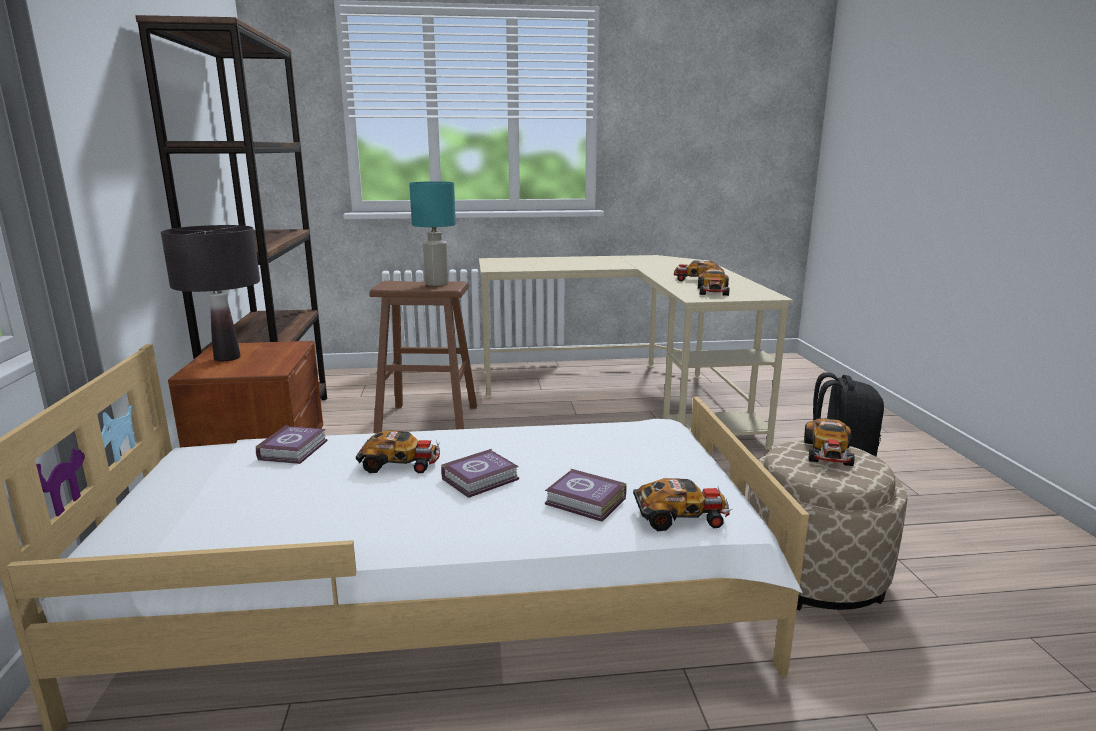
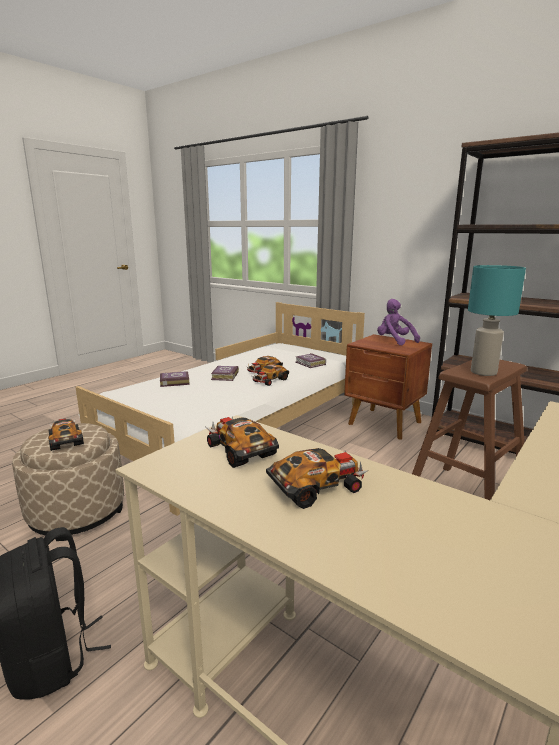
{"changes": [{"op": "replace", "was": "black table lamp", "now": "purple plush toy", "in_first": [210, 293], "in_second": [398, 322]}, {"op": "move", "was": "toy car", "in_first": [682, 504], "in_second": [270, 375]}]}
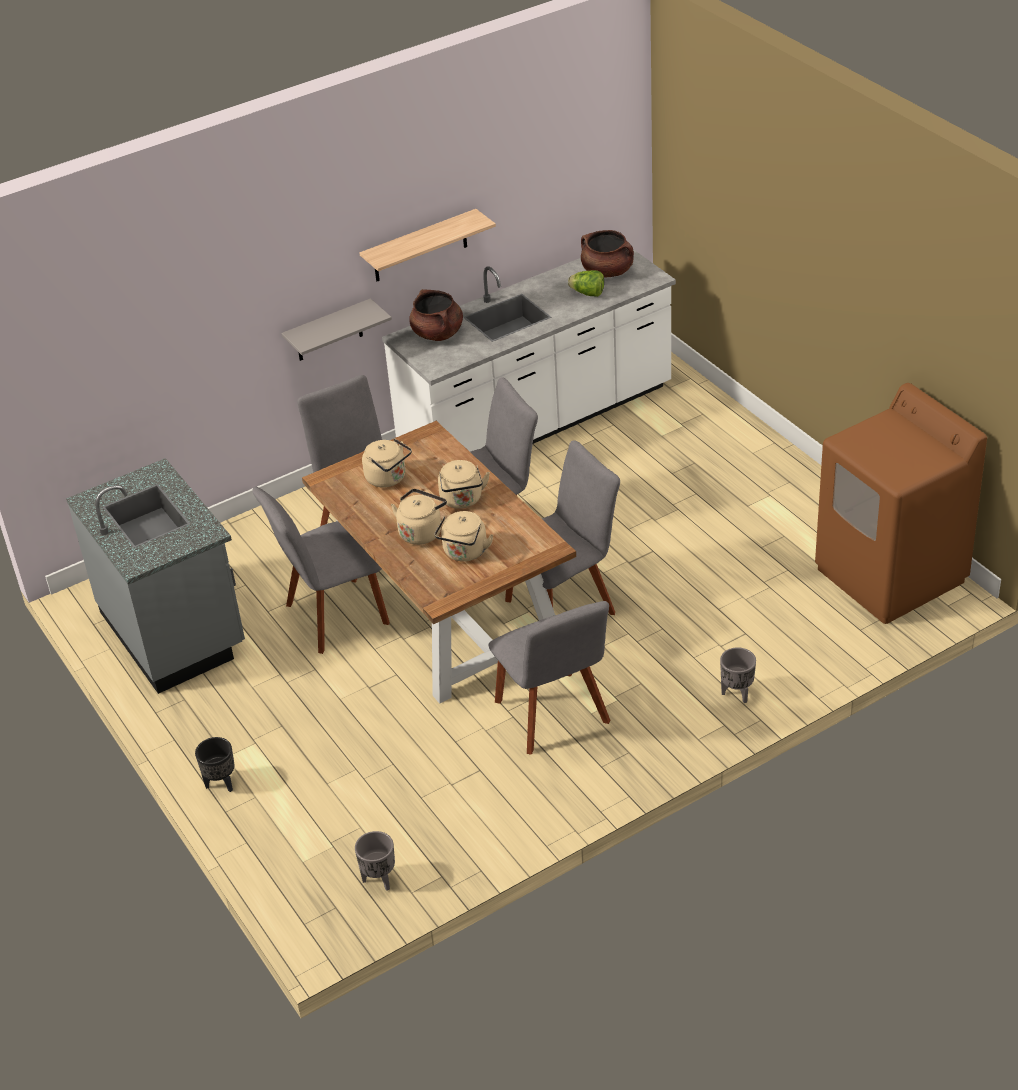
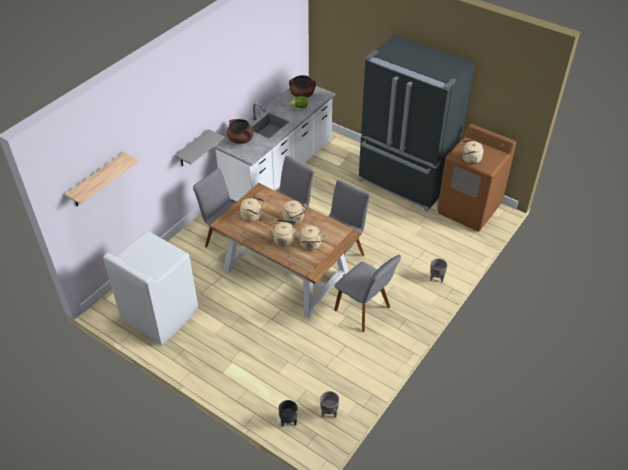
{"changes": [{"op": "replace", "was": "grey counter", "now": "white washing machine", "in_first": [155, 576], "in_second": [150, 288]}, {"op": "move", "was": "black planter", "in_first": [214, 764], "in_second": [288, 413]}, {"op": "delete", "was": "grey chair", "in_first": [321, 570]}, {"op": "move", "was": "shelf", "in_first": [427, 245], "in_second": [102, 179]}, {"op": "insert", "now": "black fridge", "in_second": [416, 122]}, {"op": "insert", "now": "beige kettle", "in_second": [472, 151]}]}
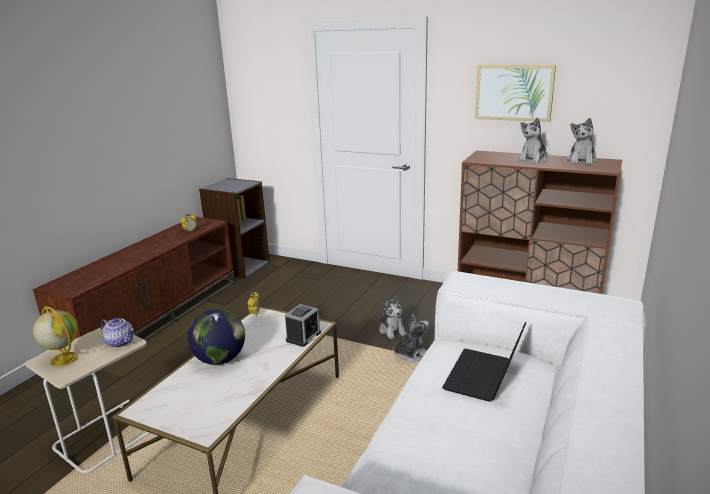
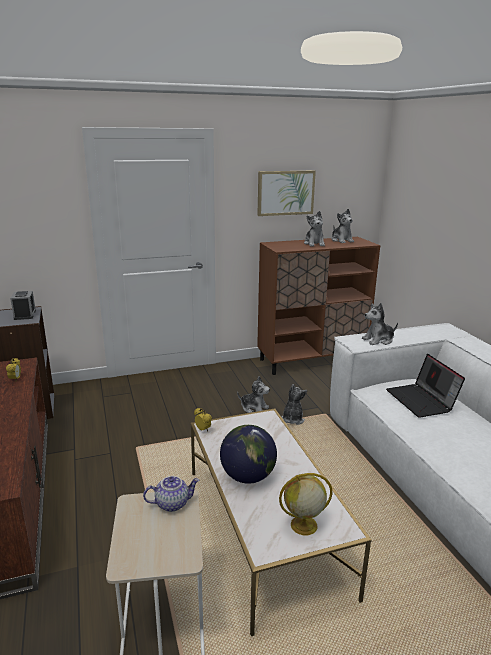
{"changes": [{"op": "move", "was": "globe", "in_first": [55, 336], "in_second": [305, 504]}, {"op": "move", "was": "alarm clock", "in_first": [303, 325], "in_second": [23, 305]}, {"op": "insert", "now": "plush toy", "in_second": [380, 324]}]}
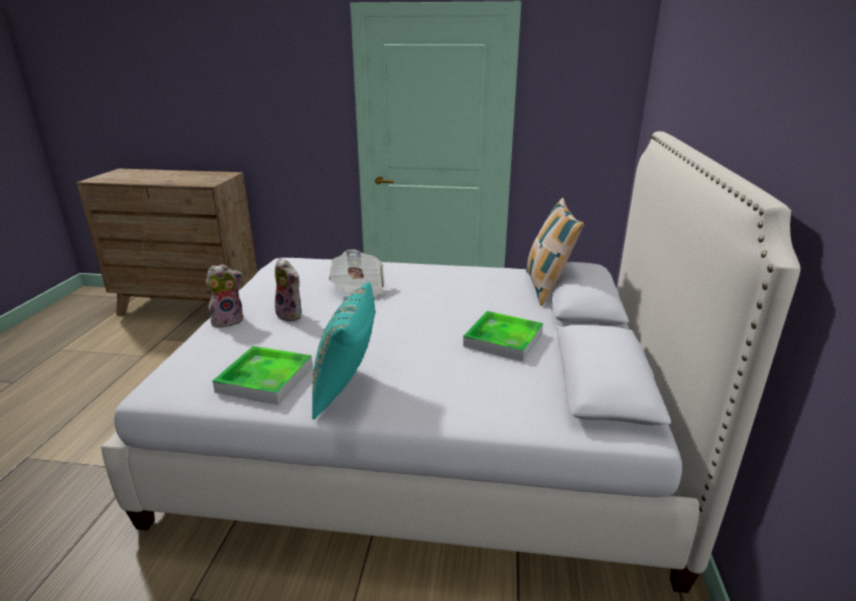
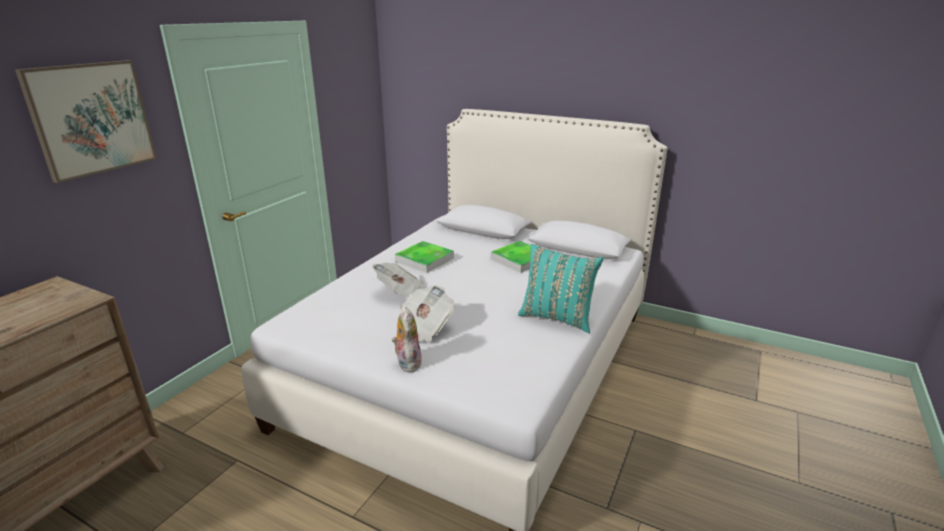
{"changes": [{"op": "move", "was": "tray", "in_first": [263, 375], "in_second": [424, 257]}, {"op": "replace", "was": "plush toy", "now": "newspaper", "in_first": [288, 289], "in_second": [425, 314]}, {"op": "delete", "was": "pillow", "in_first": [555, 252]}, {"op": "insert", "now": "picture", "in_second": [86, 121]}]}
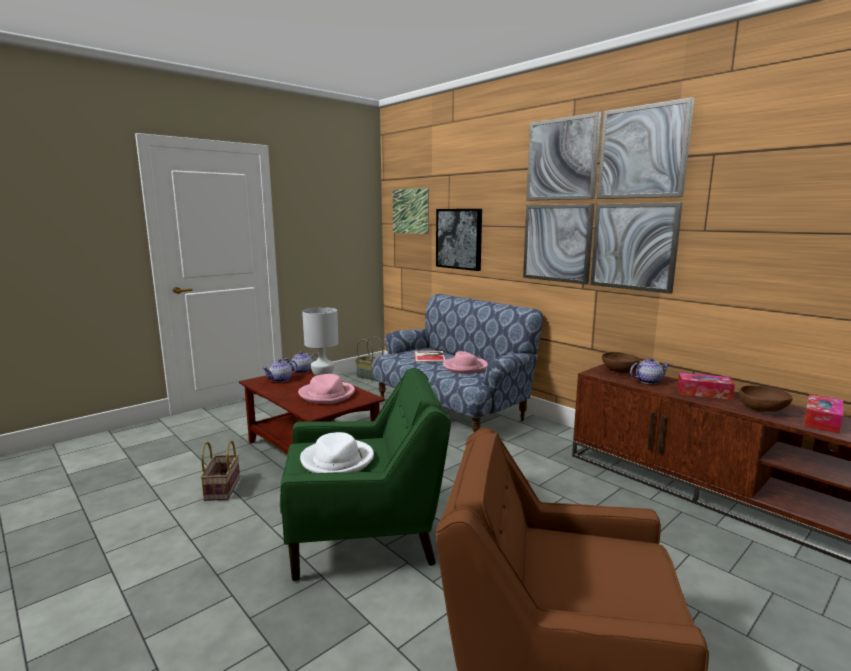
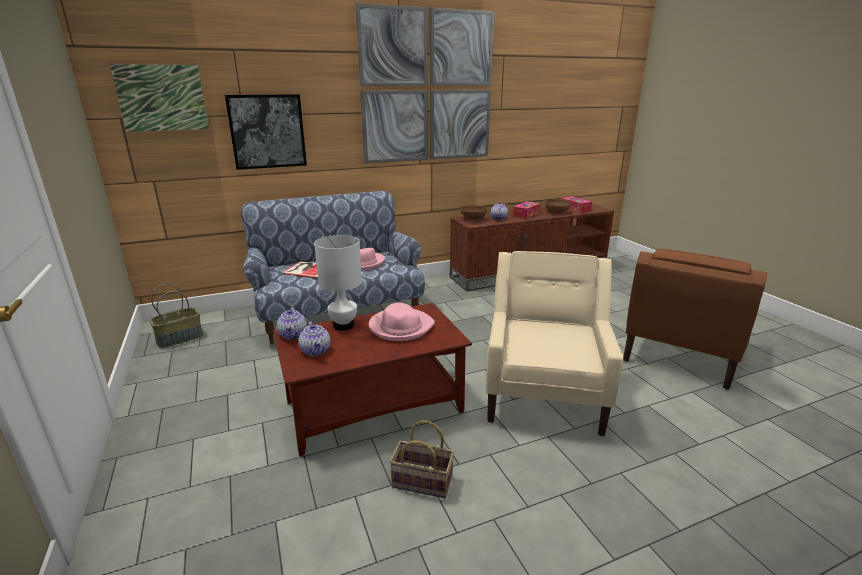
{"changes": [{"op": "recolor", "was": "green armchair", "now": "beige armchair", "in_first": [365, 474], "in_second": [554, 343]}, {"op": "delete", "was": "white hat", "in_first": [337, 452]}]}
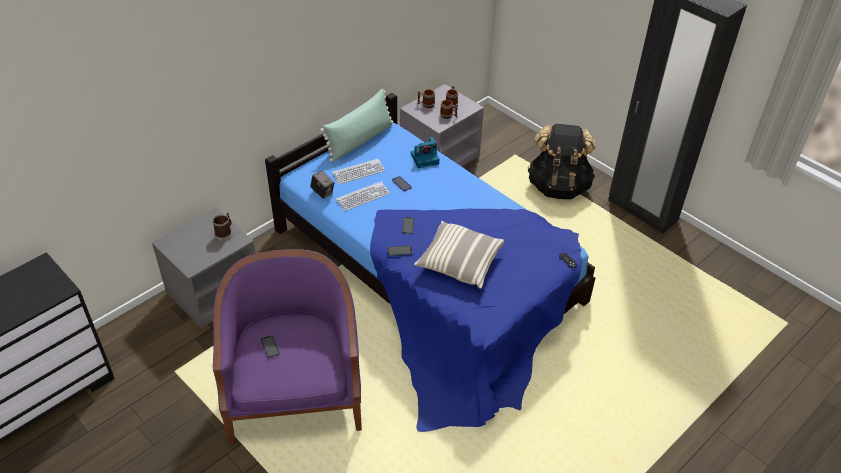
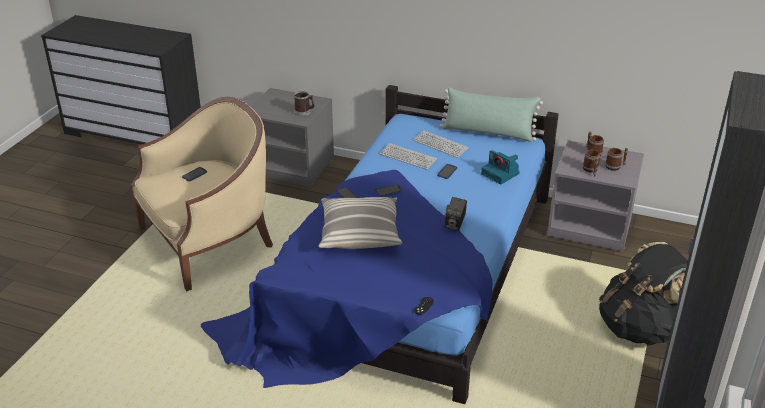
{"changes": [{"op": "recolor", "was": "purple armchair", "now": "beige armchair", "in_first": [287, 346], "in_second": [202, 194]}, {"op": "move", "was": "photo camera", "in_first": [322, 184], "in_second": [456, 214]}]}
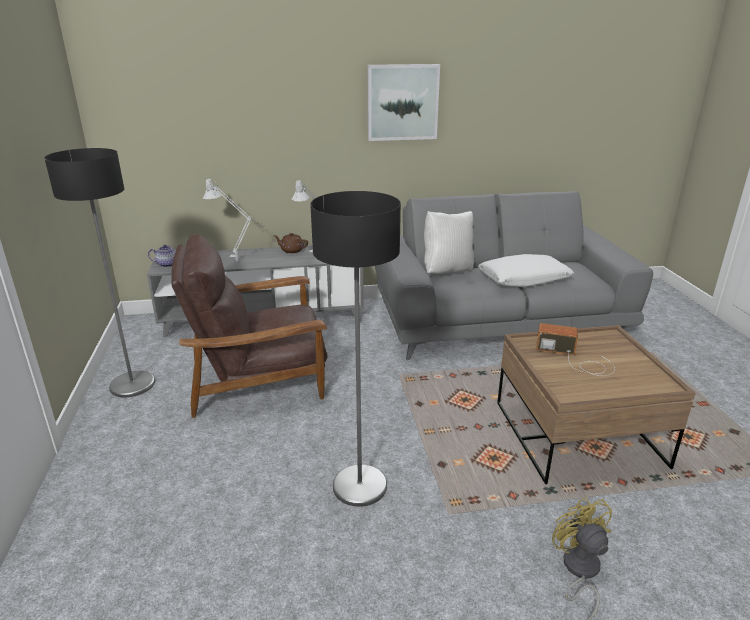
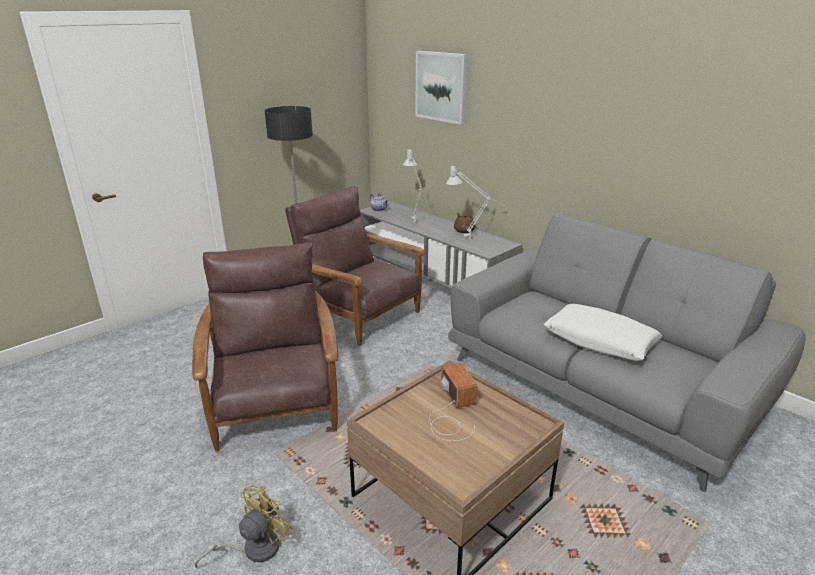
{"changes": [{"op": "replace", "was": "floor lamp", "now": "brown armchair", "in_first": [355, 349], "in_second": [265, 346]}, {"op": "move", "was": "picture", "in_first": [404, 102], "in_second": [441, 88]}, {"op": "delete", "was": "white pillow", "in_first": [449, 242]}]}
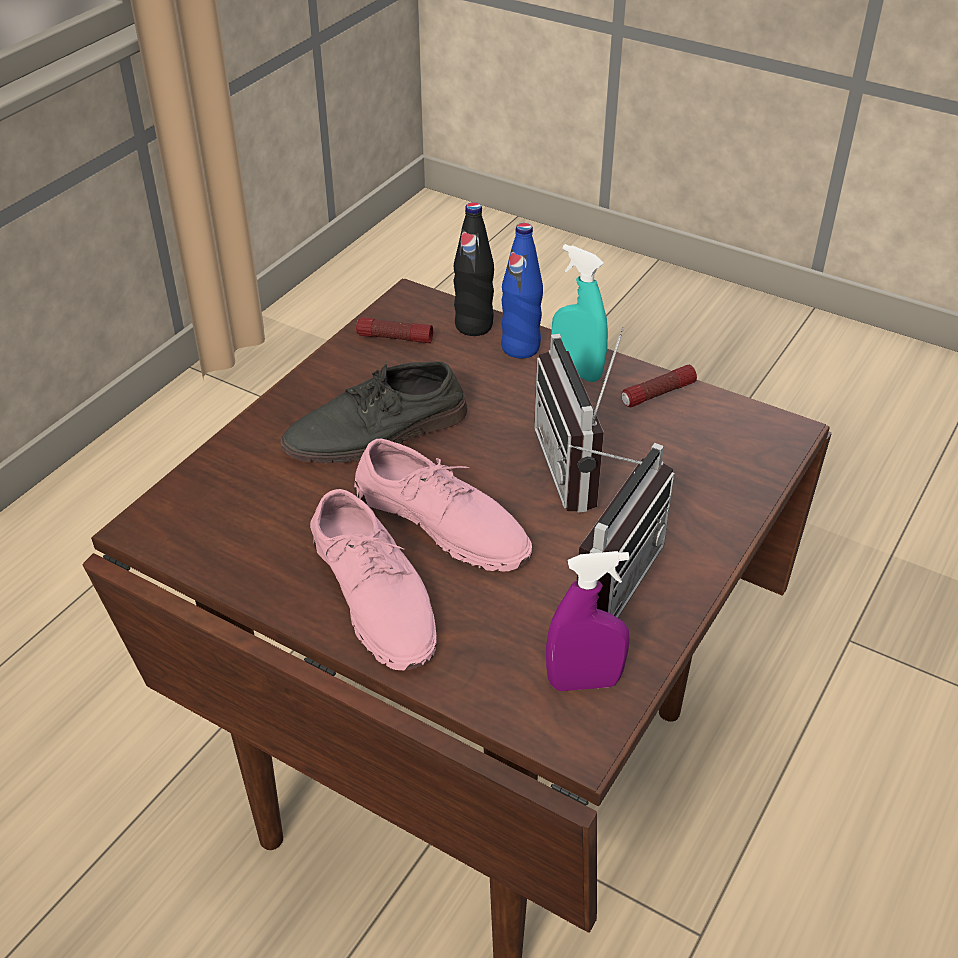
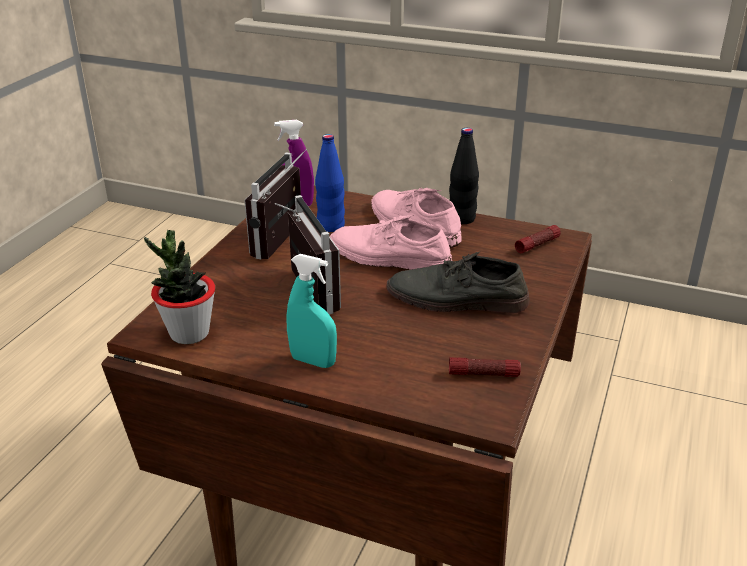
{"changes": [{"op": "rotate", "was": "grey shoe", "in_first": [374, 412], "in_second": [458, 282], "clockwise": -135}, {"op": "move", "was": "black bottle", "in_first": [473, 269], "in_second": [464, 176]}, {"op": "move", "was": "blue bottle", "in_first": [522, 291], "in_second": [330, 183]}, {"op": "move", "was": "flashlight", "in_first": [659, 386], "in_second": [538, 239]}, {"op": "insert", "now": "potted plant", "in_second": [179, 287]}]}
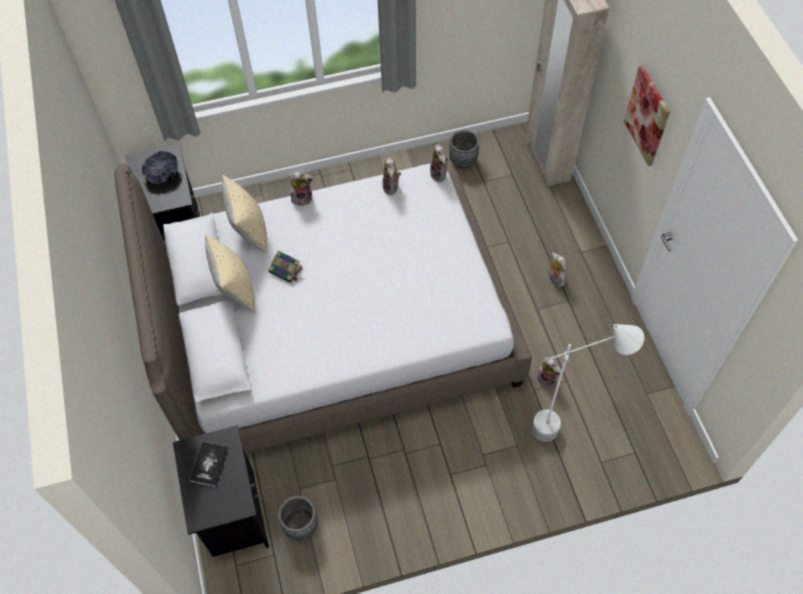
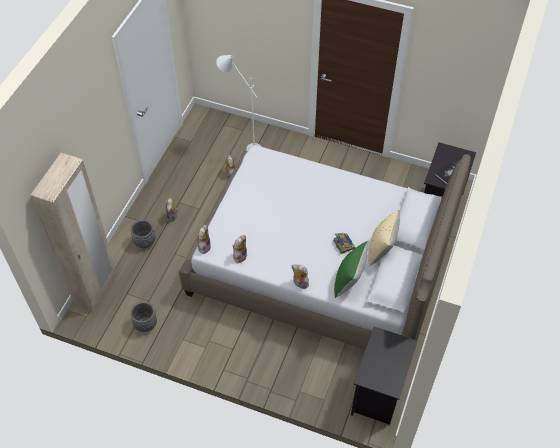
{"changes": [{"op": "delete", "was": "bowl", "in_first": [159, 168]}, {"op": "recolor", "was": "beige pillow", "now": "green pillow", "in_first": [244, 214], "in_second": [351, 269]}, {"op": "move", "was": "grey planter", "in_first": [298, 518], "in_second": [143, 234]}, {"op": "delete", "was": "picture", "in_first": [647, 115]}]}
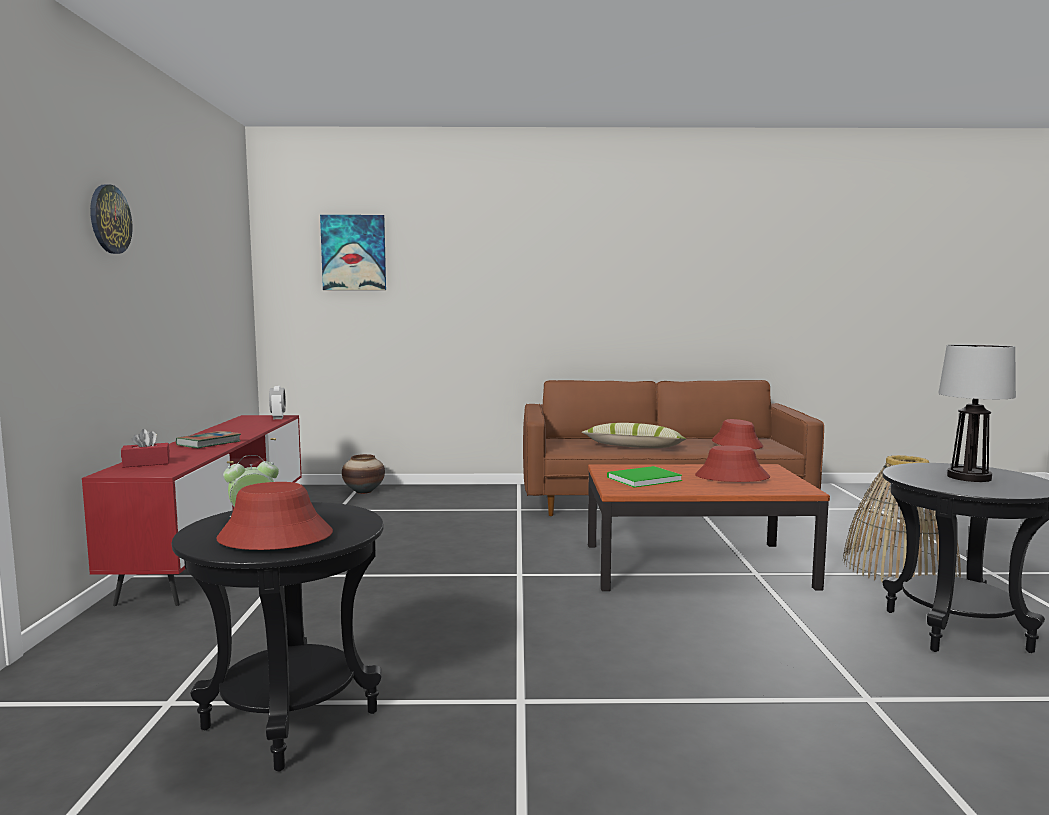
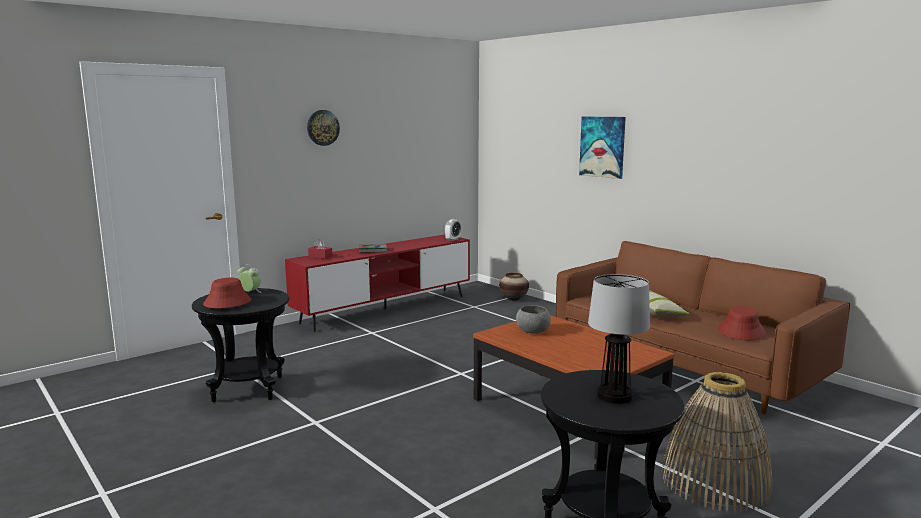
{"changes": [{"op": "move", "was": "picture", "in_first": [353, 252], "in_second": [602, 148]}, {"op": "replace", "was": "green book", "now": "grey bowl", "in_first": [644, 477], "in_second": [533, 319]}, {"op": "delete", "was": "red hat", "in_first": [732, 463]}]}
